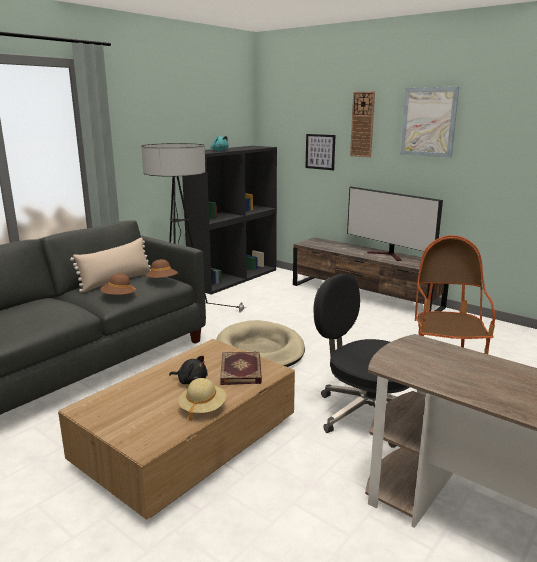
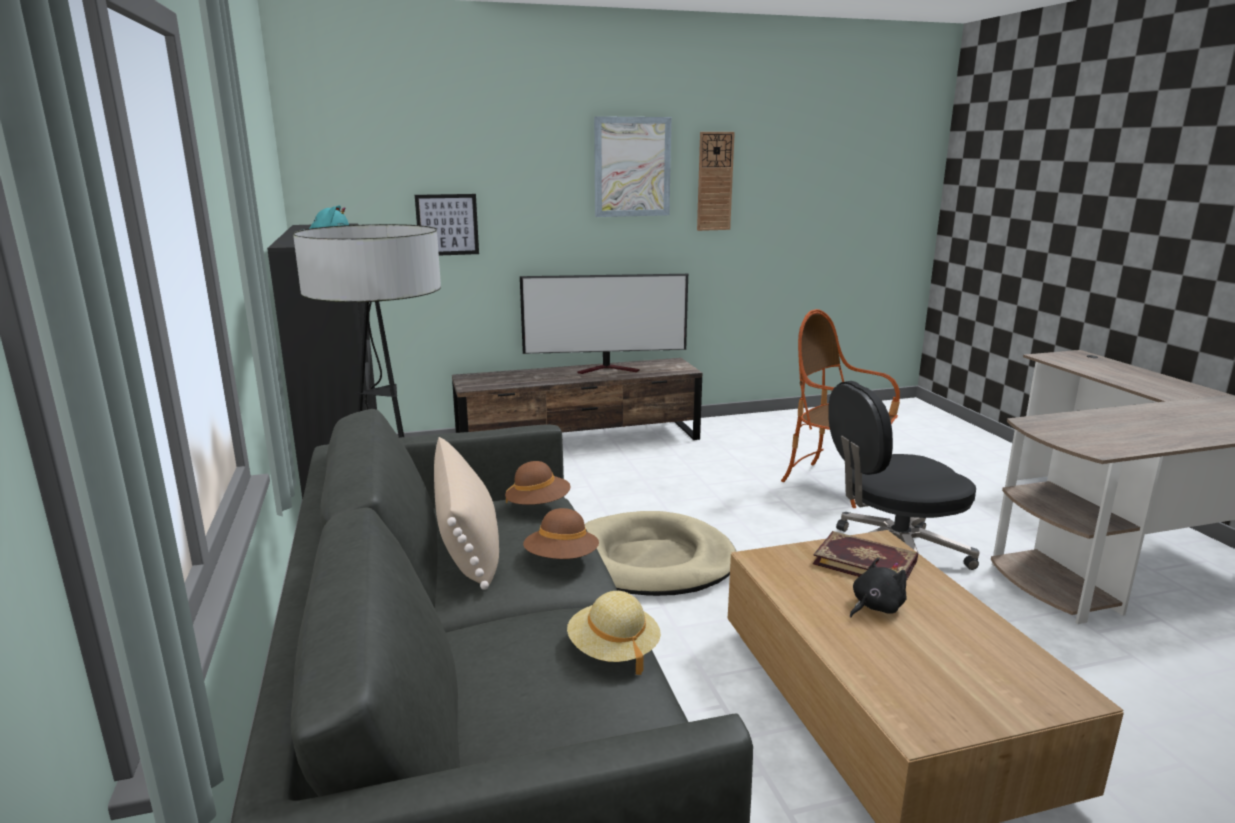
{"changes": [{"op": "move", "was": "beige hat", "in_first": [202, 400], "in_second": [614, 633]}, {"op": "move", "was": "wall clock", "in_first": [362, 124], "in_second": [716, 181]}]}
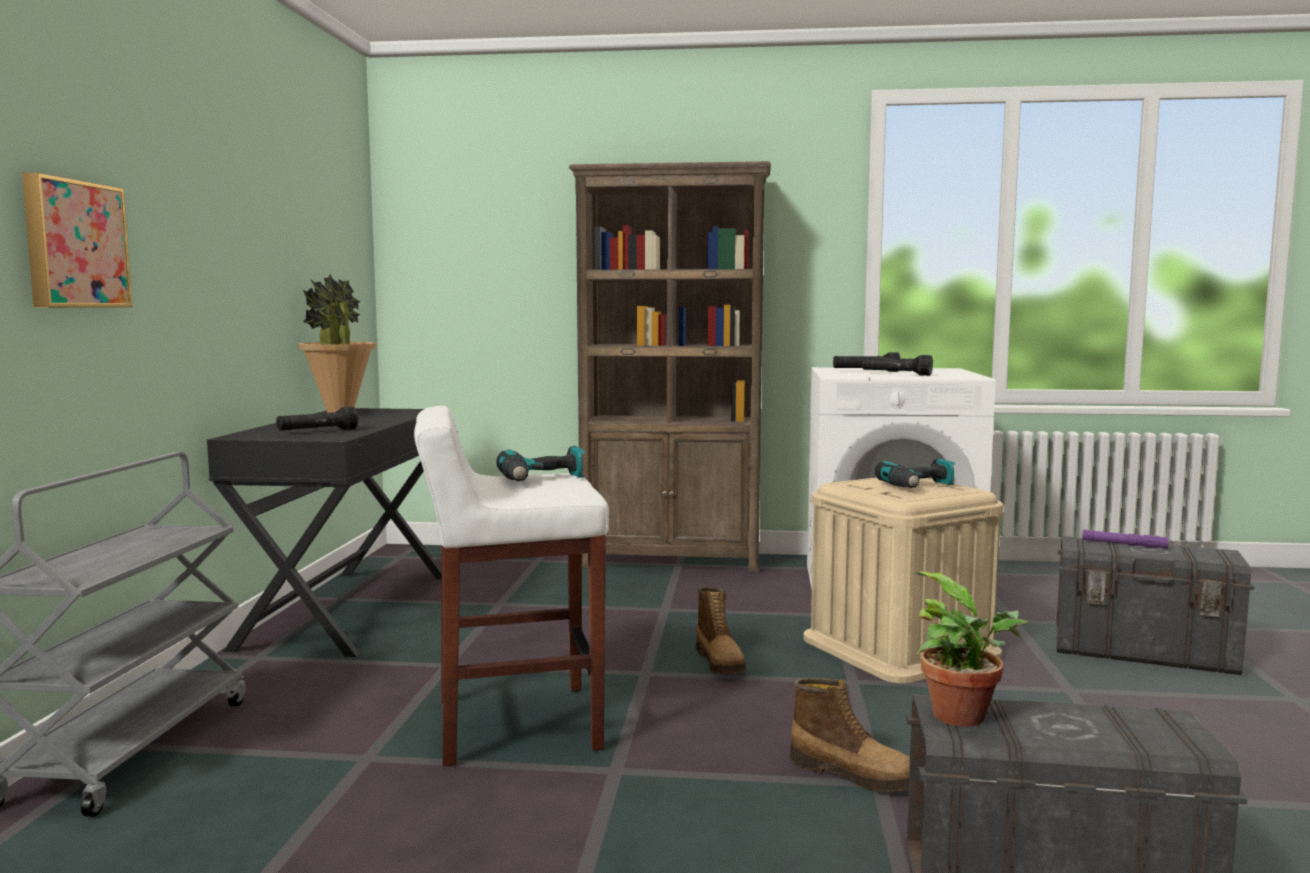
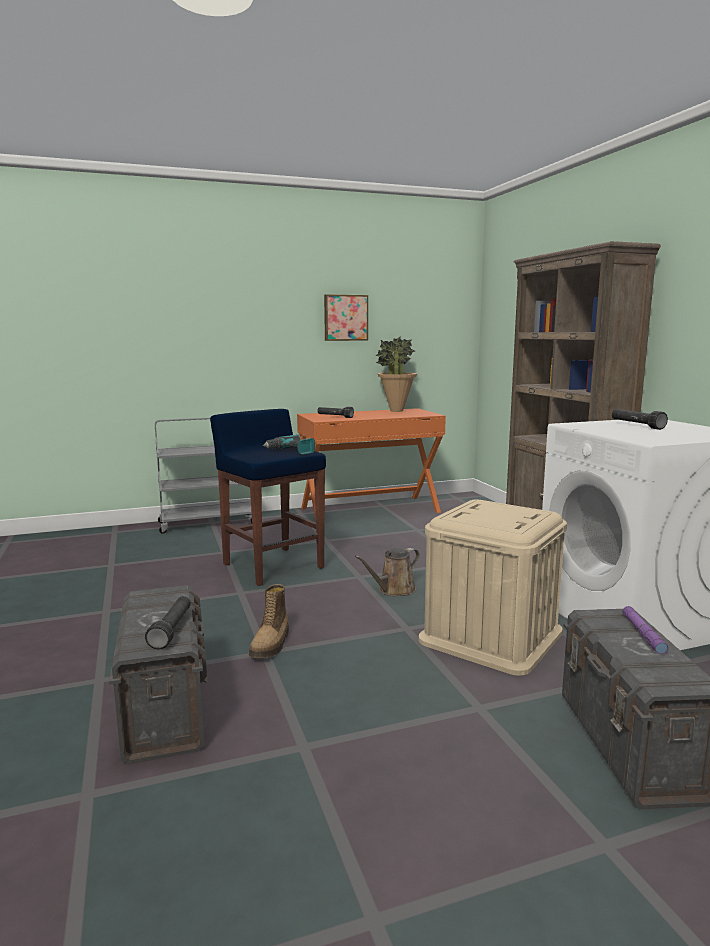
{"changes": [{"op": "move", "was": "picture", "in_first": [77, 240], "in_second": [346, 317]}, {"op": "recolor", "was": "black desk", "now": "orange desk", "in_first": [324, 532], "in_second": [371, 464]}, {"op": "recolor", "was": "white stool", "now": "blue stool", "in_first": [511, 586], "in_second": [268, 497]}, {"op": "replace", "was": "boot", "now": "brown watering can", "in_first": [721, 630], "in_second": [387, 572]}, {"op": "move", "was": "black flashlight", "in_first": [897, 365], "in_second": [168, 622]}, {"op": "delete", "was": "power drill", "in_first": [915, 473]}, {"op": "delete", "was": "potted plant", "in_first": [971, 649]}]}
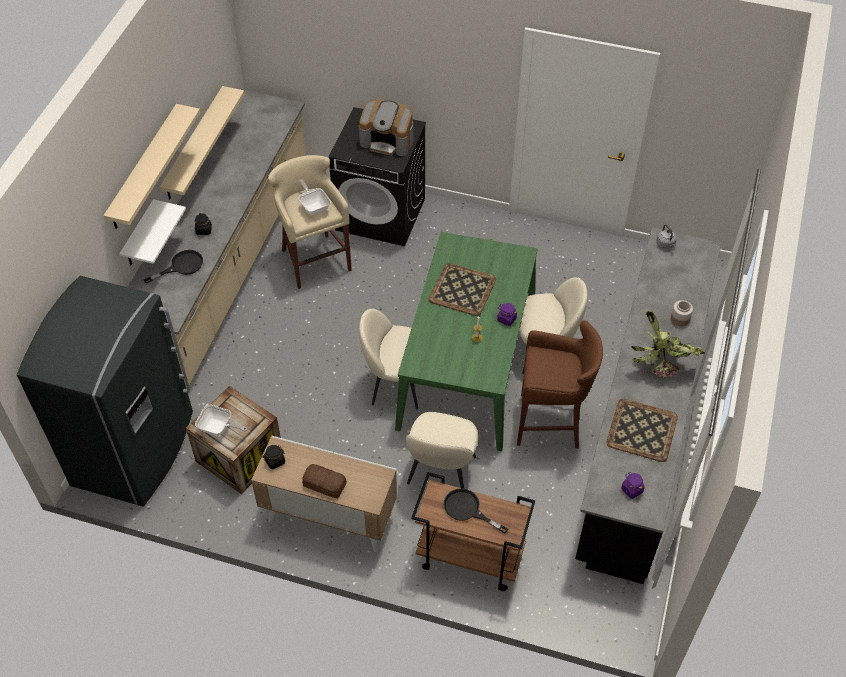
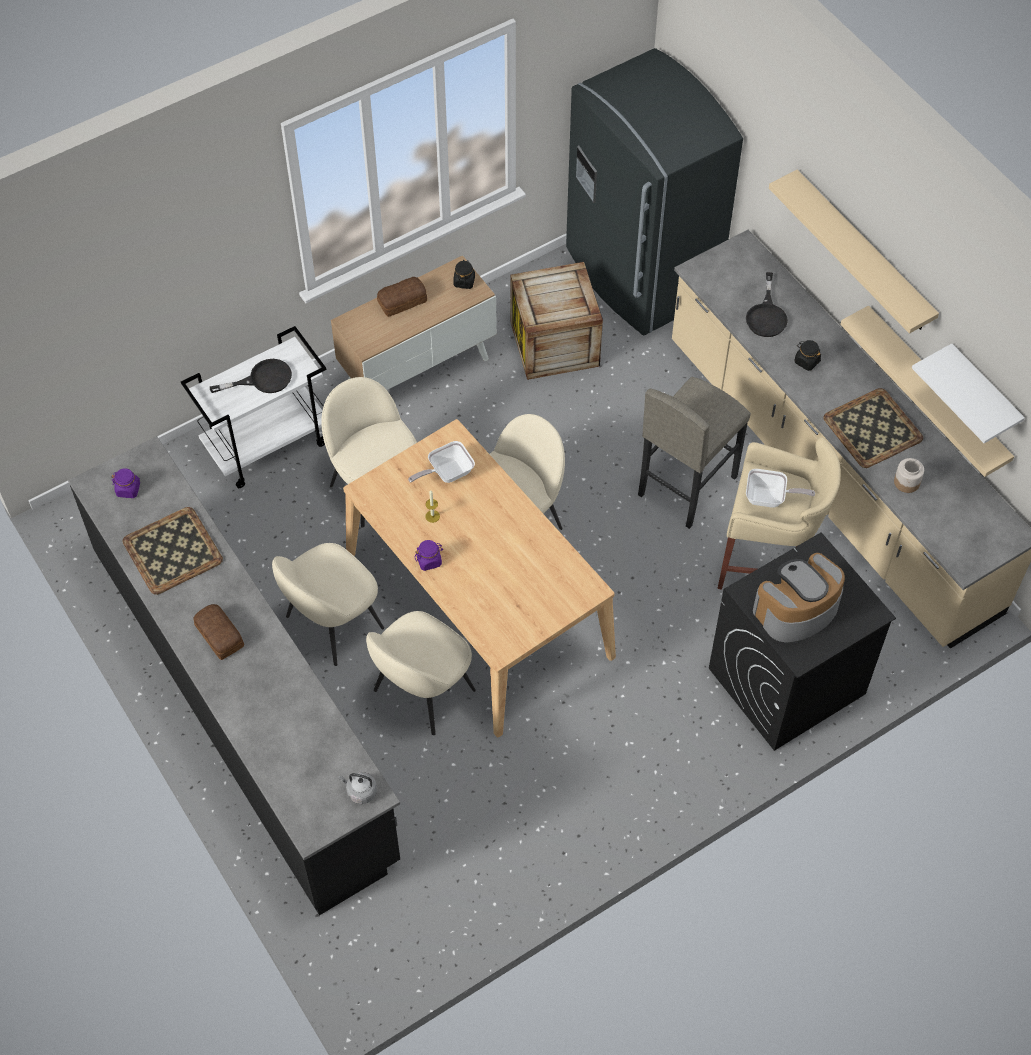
{"changes": [{"op": "move", "was": "white shelf", "in_first": [152, 232], "in_second": [968, 393]}, {"op": "move", "was": "frying pan", "in_first": [221, 420], "in_second": [441, 462]}, {"op": "recolor", "was": "green dining table", "now": "beige dining table", "in_first": [466, 341], "in_second": [479, 578]}, {"op": "recolor", "was": "brown cart", "now": "white cart", "in_first": [473, 531], "in_second": [253, 407]}, {"op": "move", "was": "tray", "in_first": [462, 289], "in_second": [873, 428]}, {"op": "replace", "was": "brown stool", "now": "beige chair", "in_first": [560, 384], "in_second": [328, 604]}, {"op": "replace", "was": "potted plant", "now": "bread", "in_first": [668, 344], "in_second": [218, 632]}, {"op": "move", "was": "jar", "in_first": [682, 313], "in_second": [909, 475]}, {"op": "insert", "now": "grey stool", "in_second": [694, 453]}]}
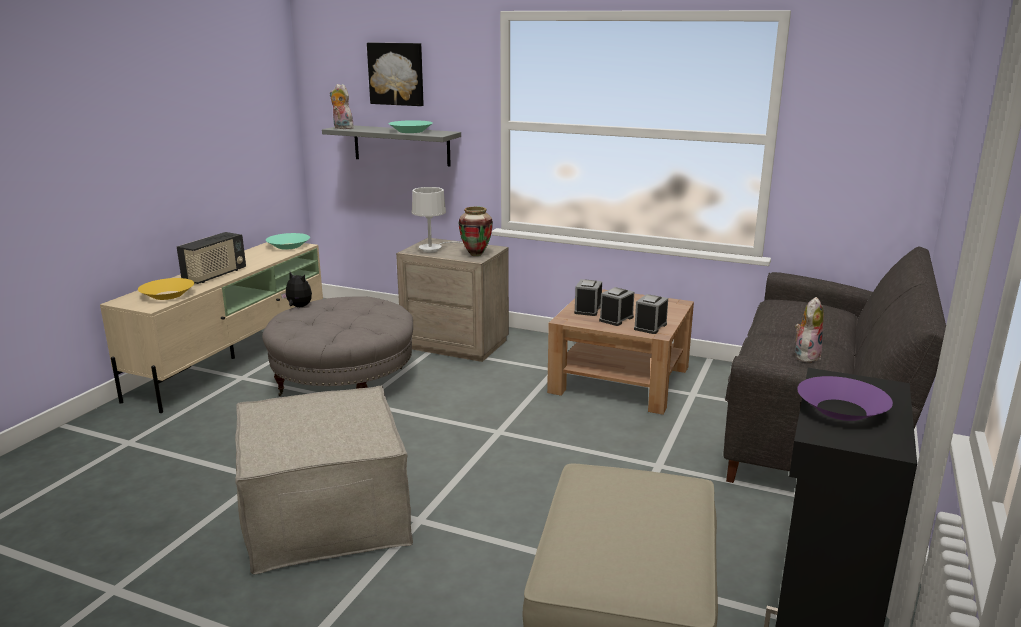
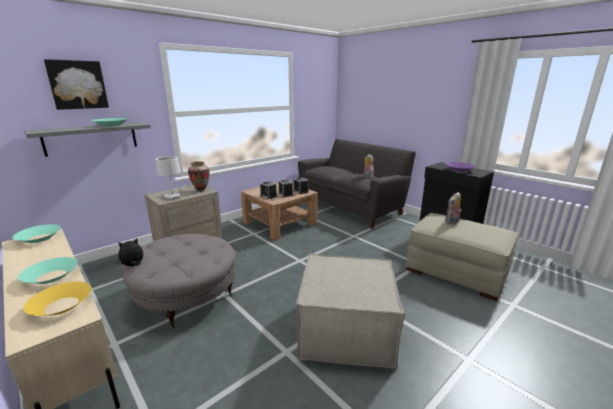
{"changes": [{"op": "replace", "was": "radio", "now": "turquoise bowl", "in_first": [211, 258], "in_second": [48, 270]}, {"op": "move", "was": "plush toy", "in_first": [342, 106], "in_second": [453, 208]}]}
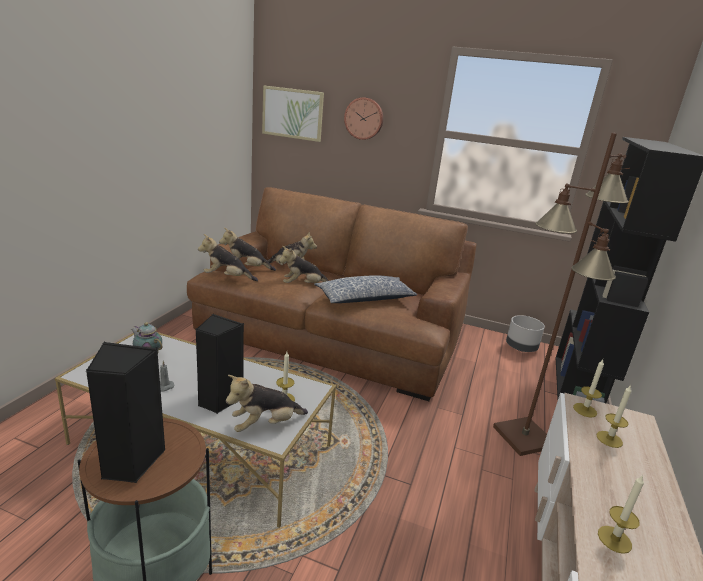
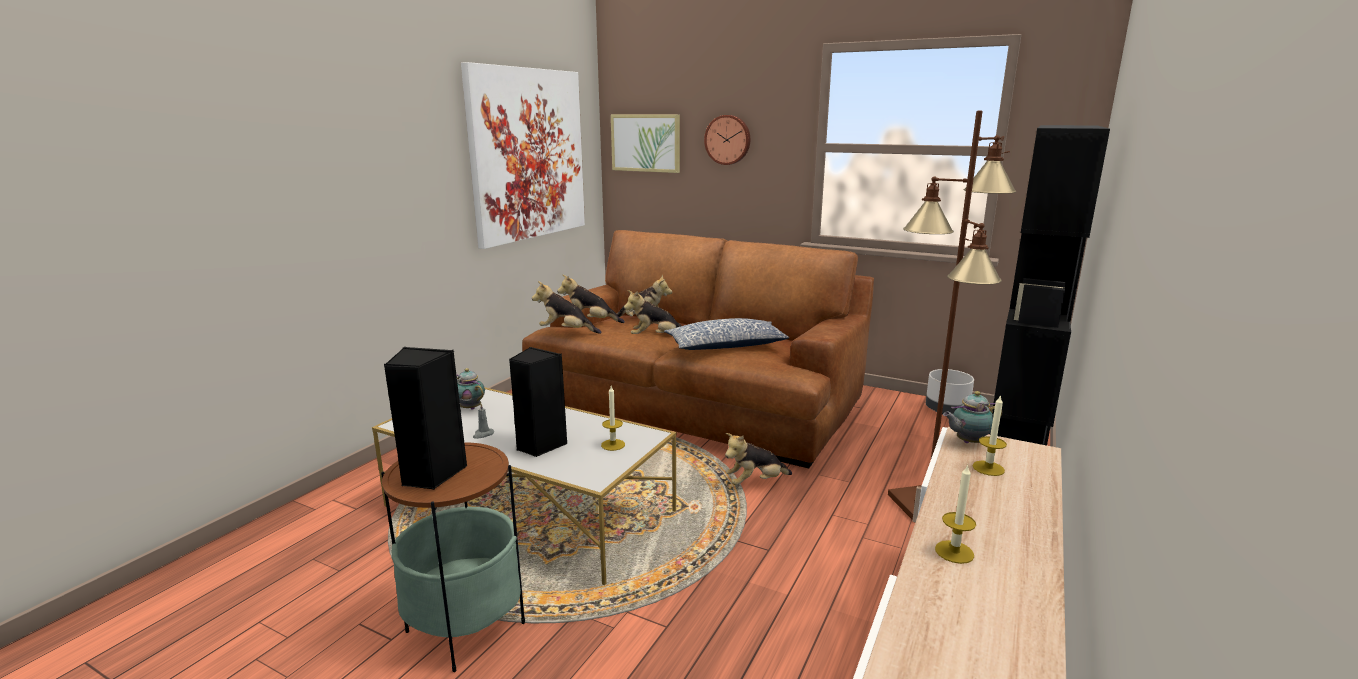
{"changes": [{"op": "move", "was": "plush toy", "in_first": [267, 403], "in_second": [758, 459]}, {"op": "replace", "was": "candle", "now": "teapot", "in_first": [588, 388], "in_second": [972, 417]}, {"op": "insert", "now": "picture", "in_second": [523, 155]}]}
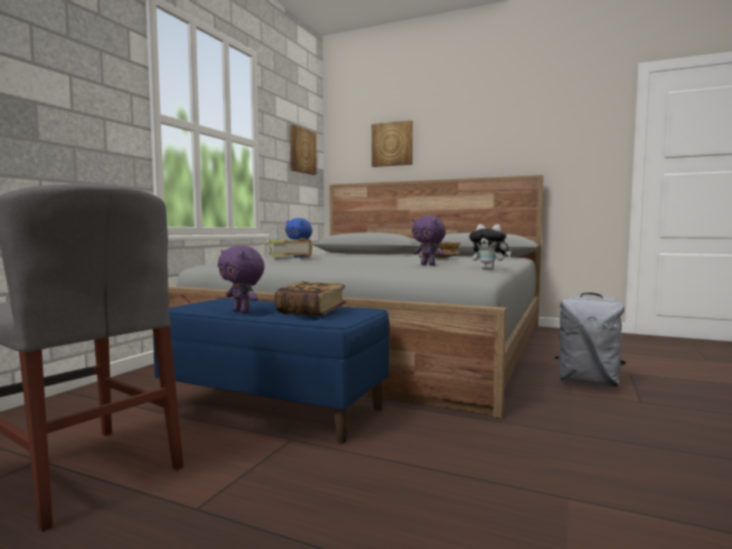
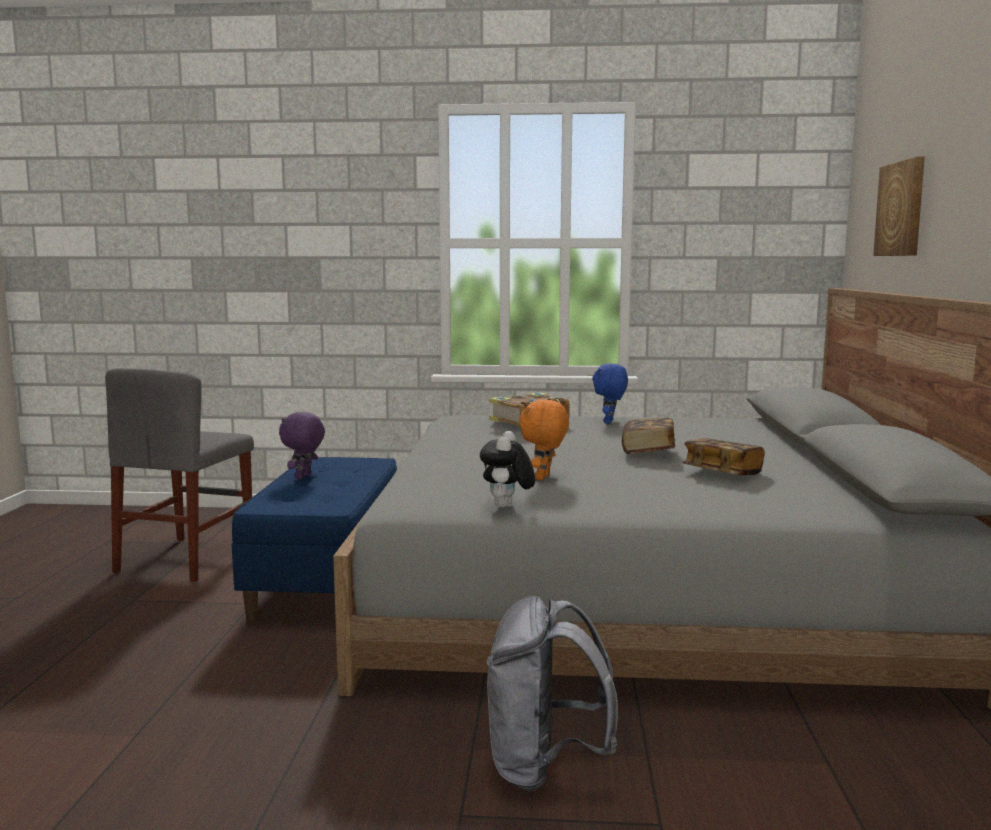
{"changes": [{"op": "move", "was": "book", "in_first": [310, 299], "in_second": [648, 436]}, {"op": "delete", "was": "picture", "in_first": [303, 150]}, {"op": "recolor", "was": "purple plush toy", "now": "orange plush toy", "in_first": [429, 241], "in_second": [544, 439]}]}
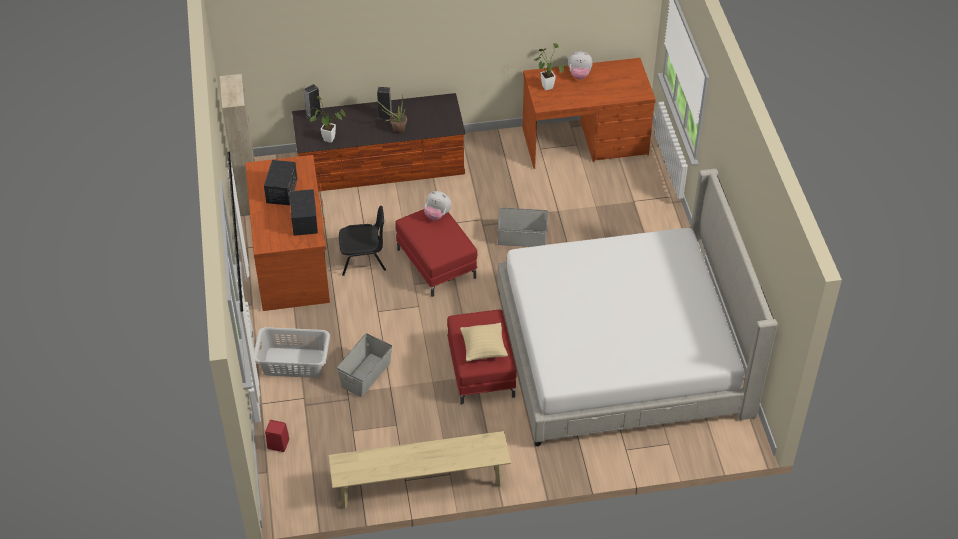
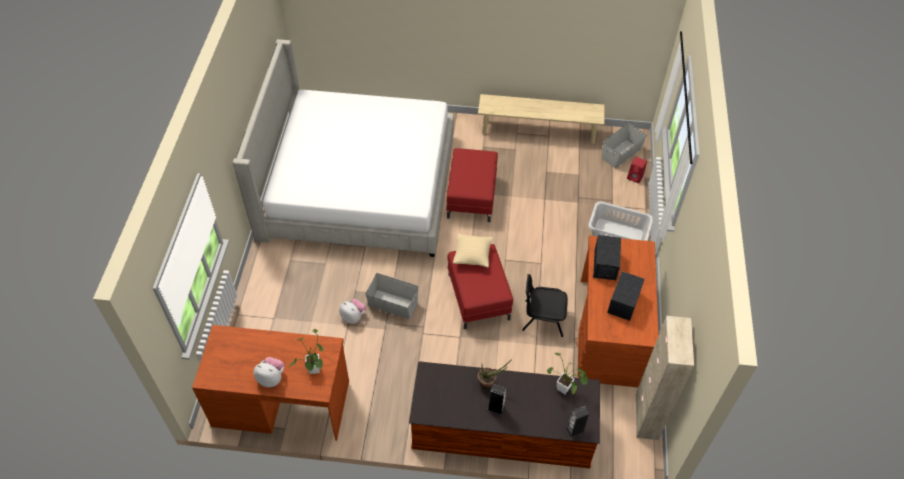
{"changes": [{"op": "move", "was": "grey storage box", "in_first": [364, 365], "in_second": [624, 145]}, {"op": "move", "was": "plush toy", "in_first": [438, 206], "in_second": [352, 311]}, {"op": "move", "was": "beige pillow", "in_first": [484, 342], "in_second": [473, 250]}]}
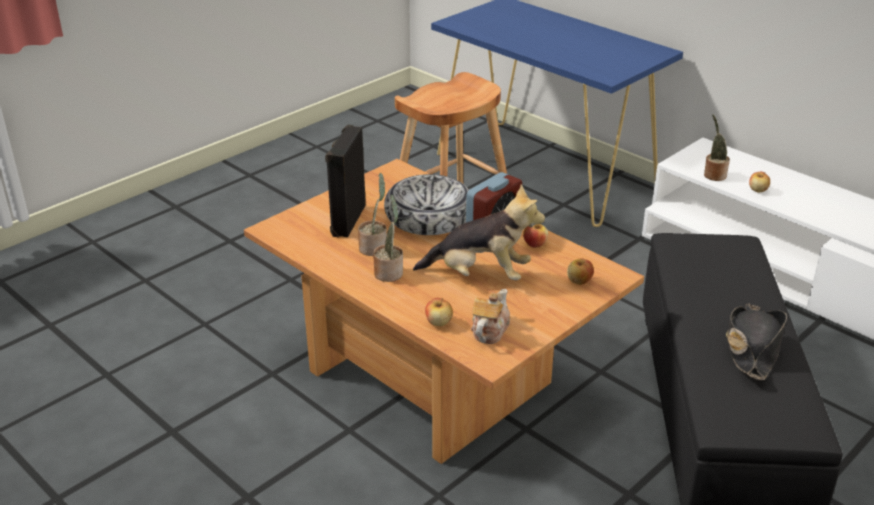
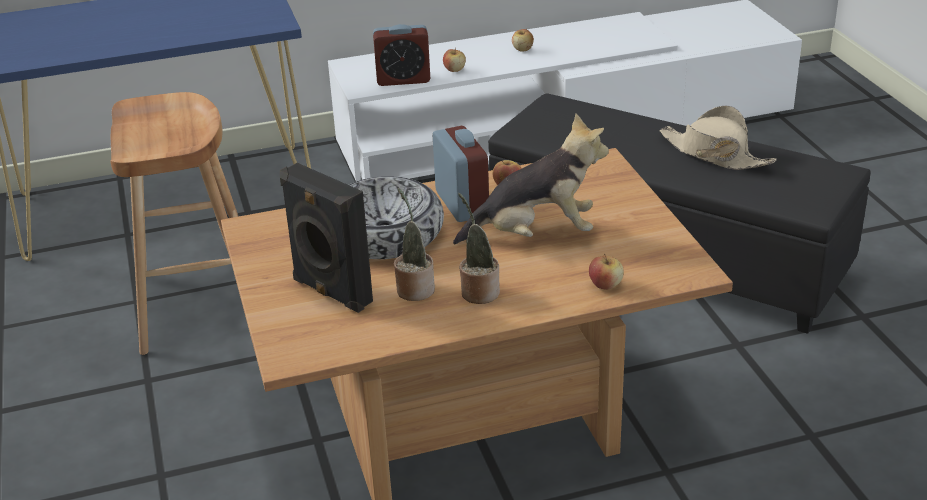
{"changes": [{"op": "rotate", "was": "plush toy", "in_first": [479, 232], "in_second": [531, 178], "clockwise": 45}, {"op": "delete", "was": "teapot", "in_first": [490, 316]}, {"op": "move", "was": "apple", "in_first": [580, 271], "in_second": [523, 40]}, {"op": "replace", "was": "potted plant", "now": "alarm clock", "in_first": [717, 147], "in_second": [401, 55]}, {"op": "recolor", "was": "black hat", "now": "beige hat", "in_first": [756, 342], "in_second": [718, 137]}]}
